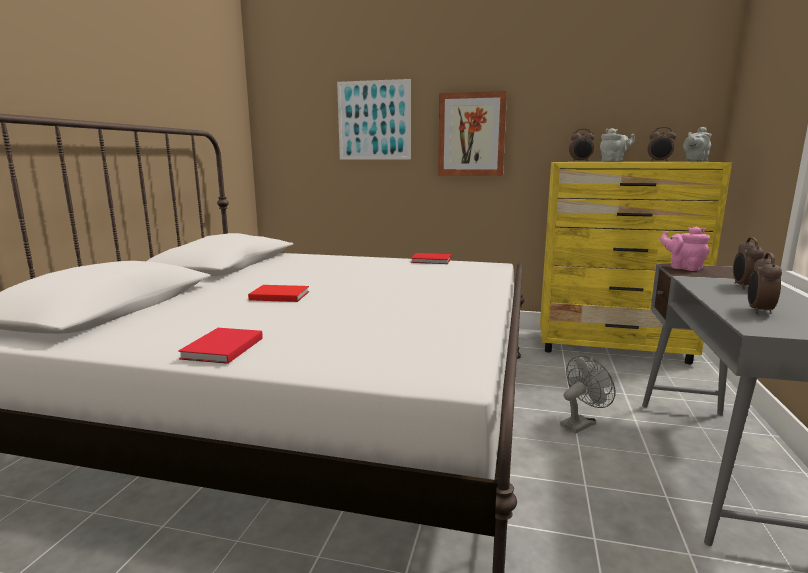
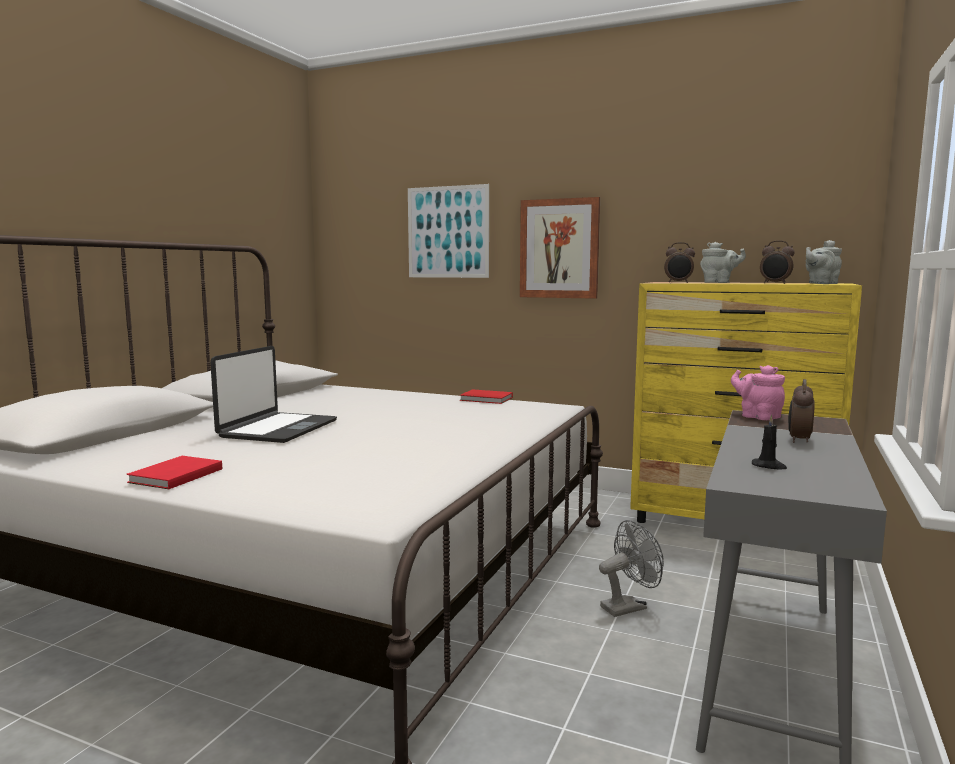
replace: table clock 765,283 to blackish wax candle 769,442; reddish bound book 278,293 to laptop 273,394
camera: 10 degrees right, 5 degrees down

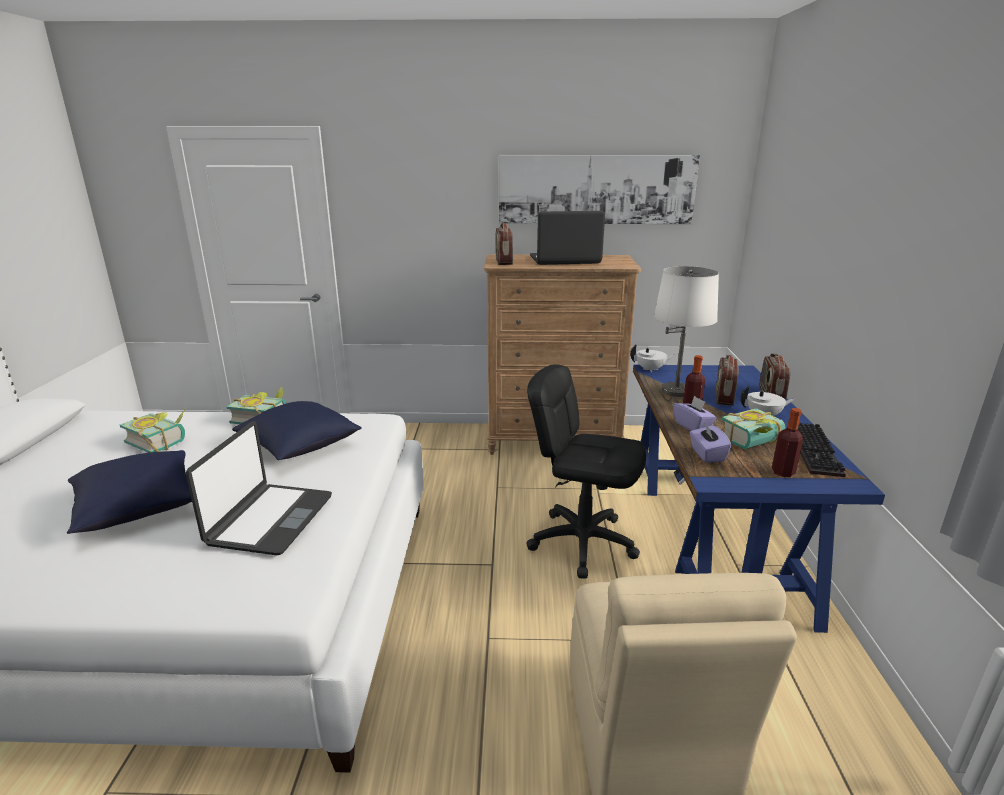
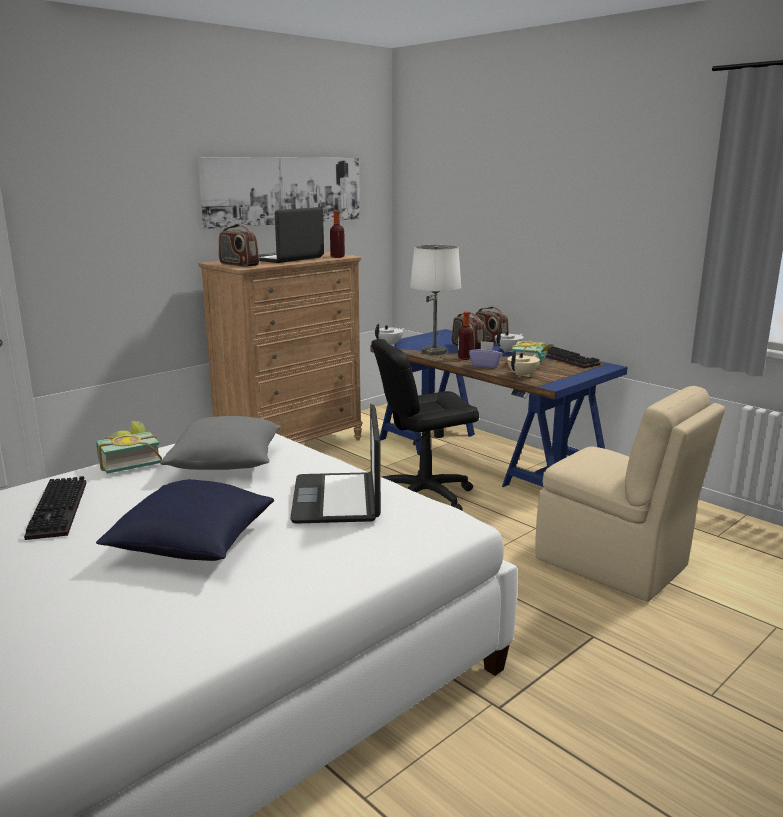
move: beverage bottle 787,442 to 337,234
replace: bound book 153,431 to keyboard 55,508; purple-coloured tissue box 710,443 to beige-coloured teapot 523,364
recolor: blue cushion 297,430 to gray cushion 220,443
rotate: laptop 259,488 = 335,464 150 degrees counterclockwise
camera: 45 degrees left, 5 degrees down

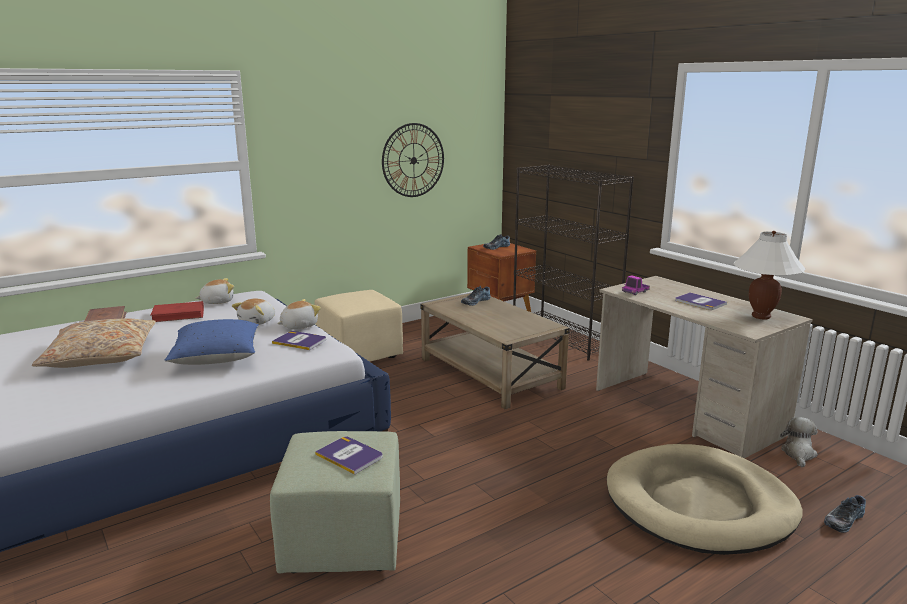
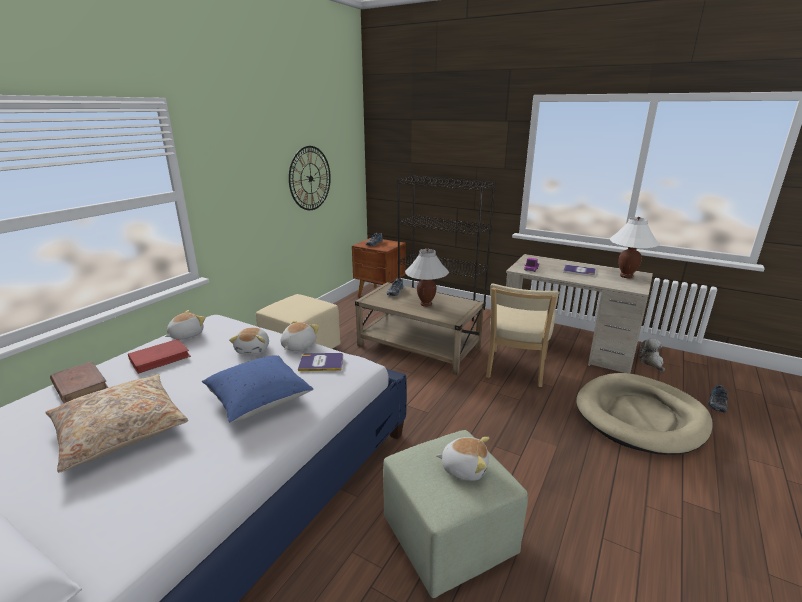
insert: white-coloured tabletop lamp 427,278; beige-coloured chair 522,335
replace: bound book 349,456 to soft toy 463,459
camera: 25 degrees left, 5 degrees up

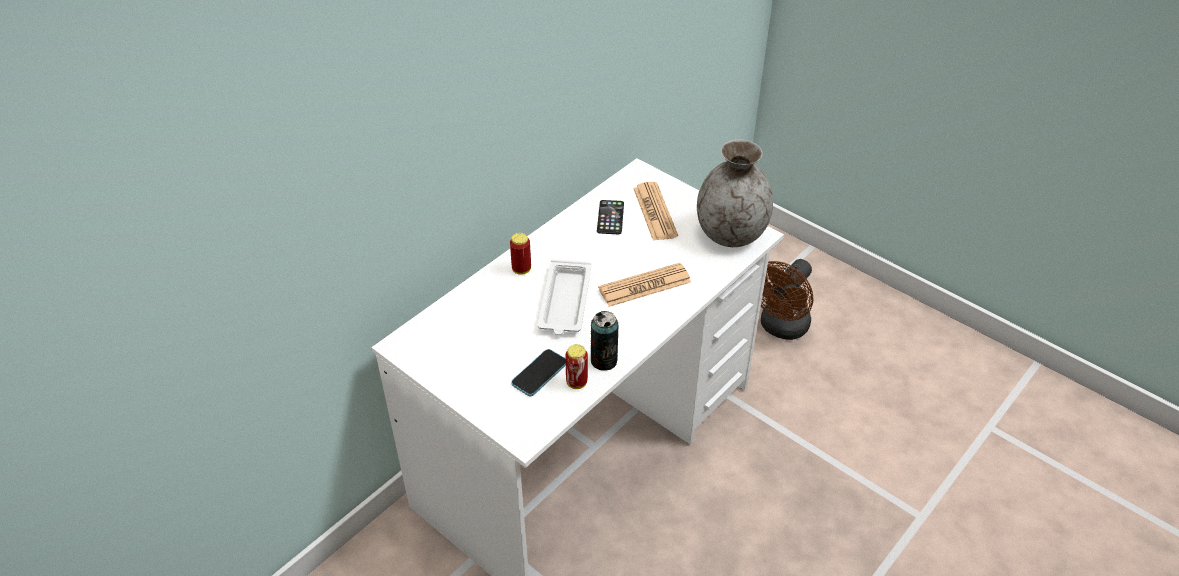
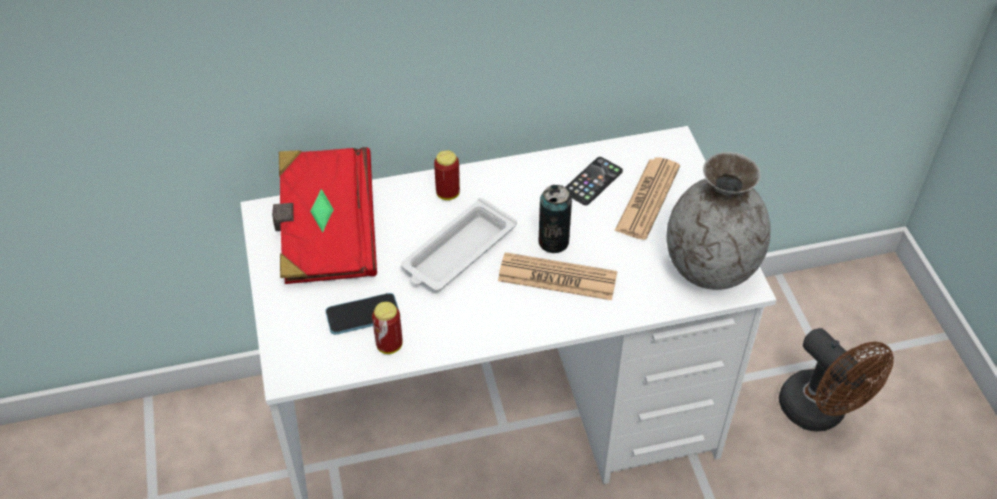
insert: reddish bound book 324,215
move: can 604,341 to 555,219
rotate: brown-coloured electric fan 787,299 = 836,379 105 degrees counterclockwise
camera: 35 degrees right, 5 degrees up

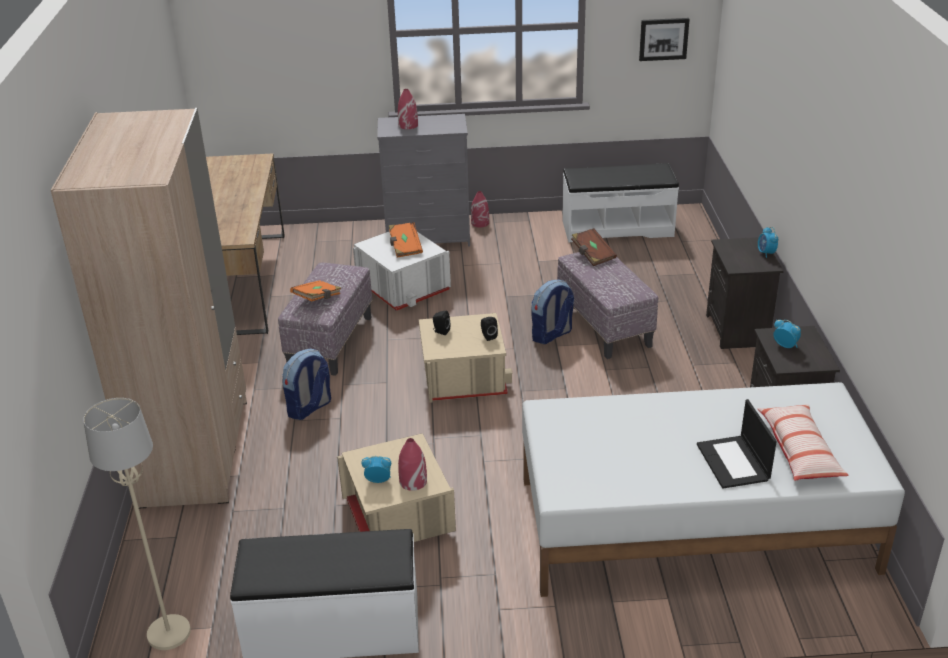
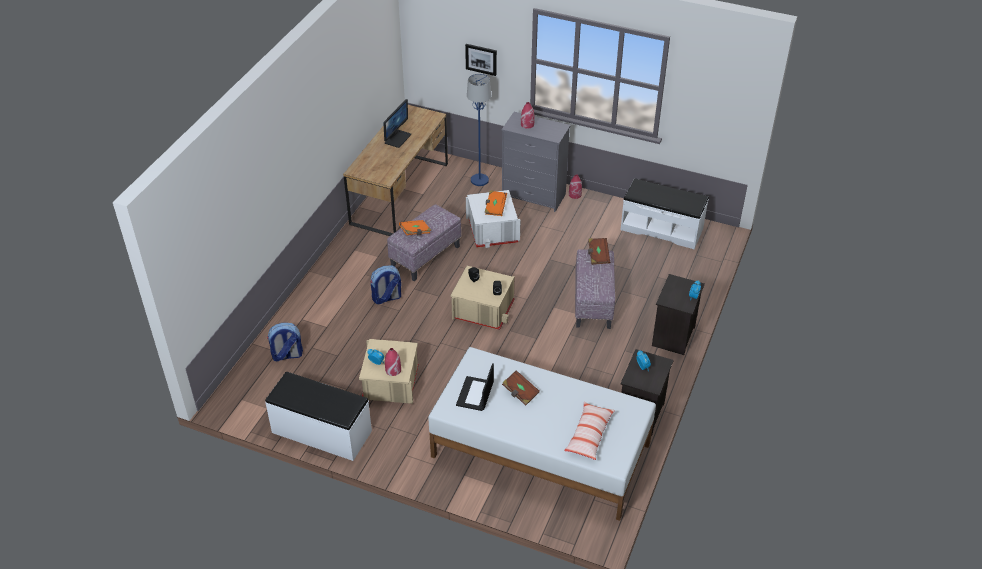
delete: beige-coloured wardrobe 149,308; beige-coloured standing lamp 137,524
insert: blue standing lamp 479,130; computer display 397,123; brown-coloured bound book 521,388
move: picture 664,39 to 481,60; backpack 552,312 to 285,342; laptop 737,444 to 475,387
camera: 25 degrees right, 10 degrees up

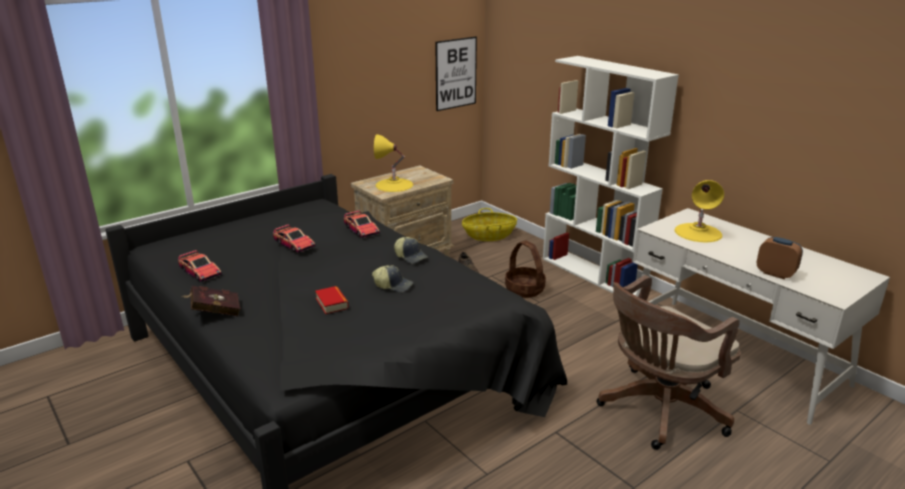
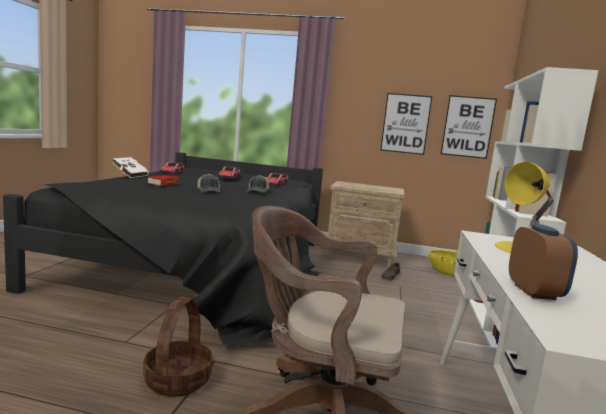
delete: yellowish tabletop lamp 393,163
insert: picture 406,124
move: storage basket 525,269 to 178,347
recolor: reddish bound book 211,301 to white-coloured bound book 131,167
camera: 50 degrees right, 15 degrees down

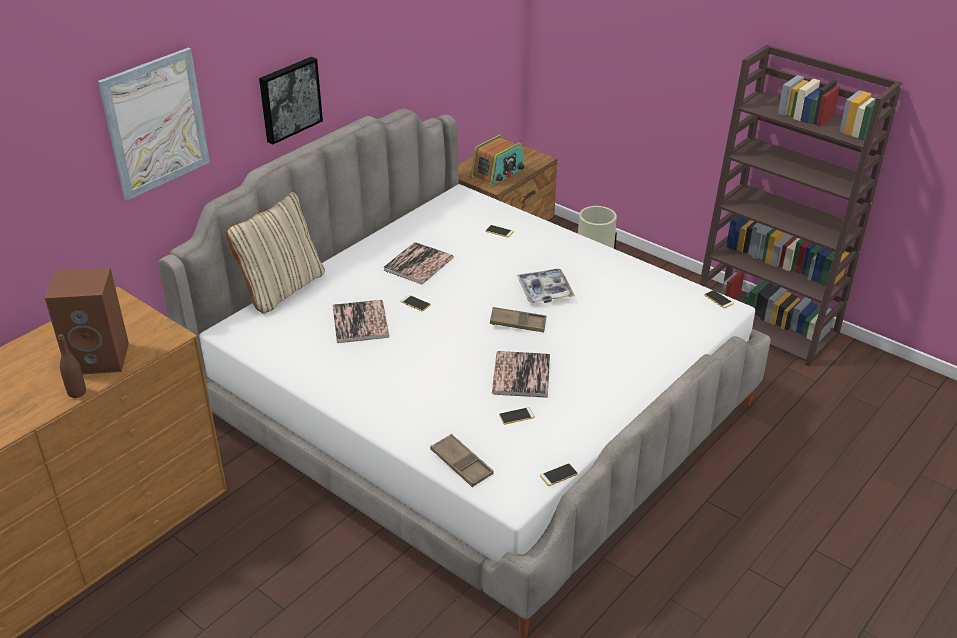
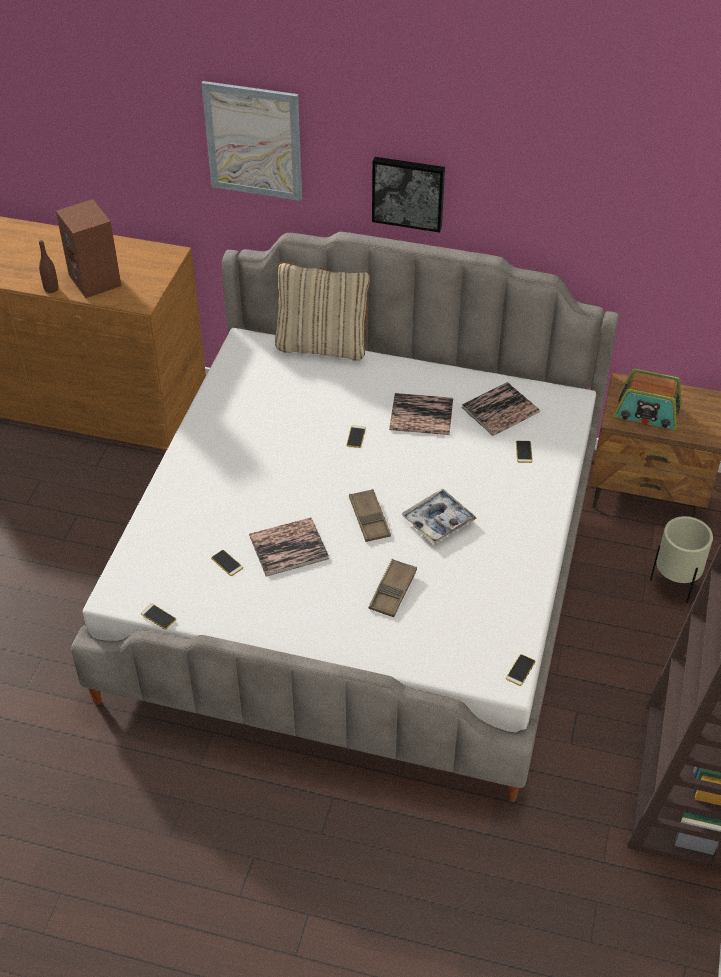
move: bound book 361,321 to 501,409; brown-coloured tray 462,460 to 392,588
camera: 65 degrees right, 10 degrees up

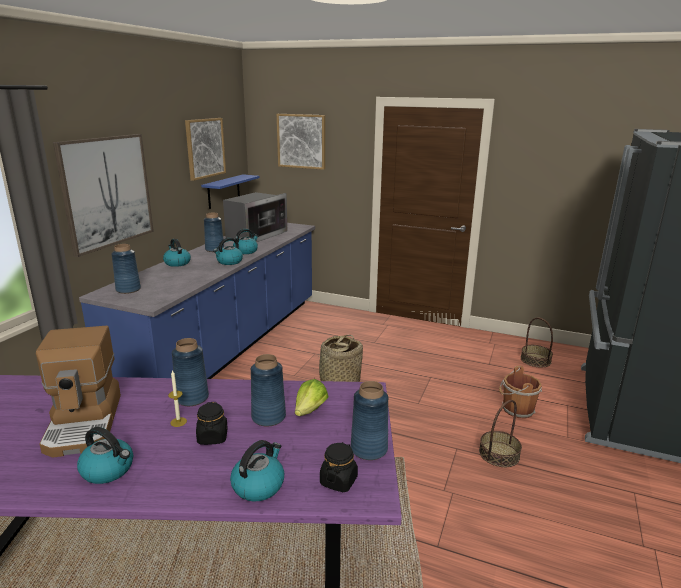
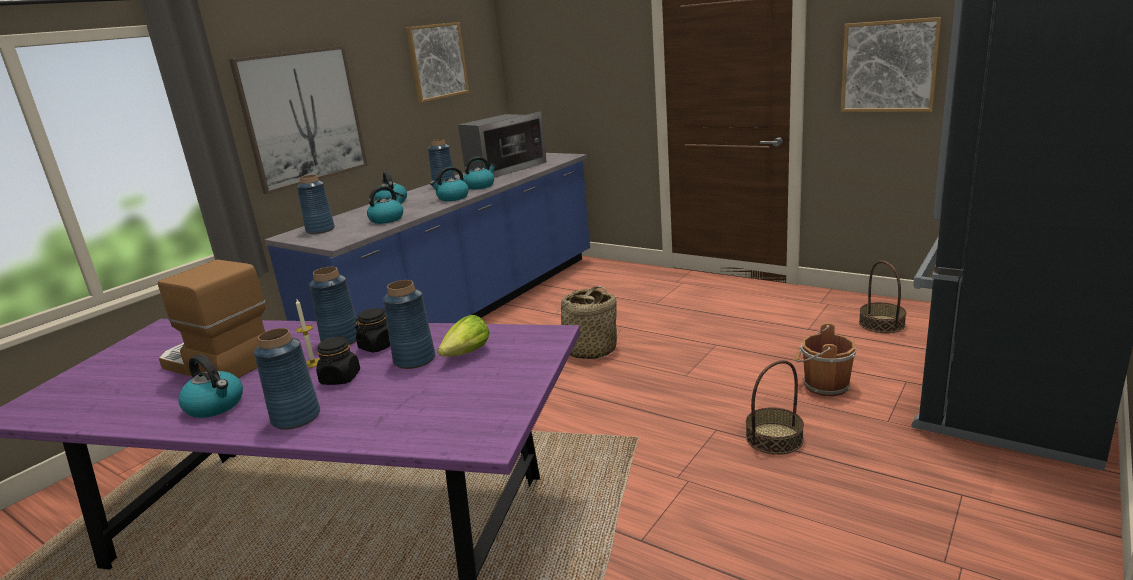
delete: blue wall shelf 230,191
move: picture 301,142 to 891,64; blue decorative vase 370,420 to 287,379; tea kettle 257,470 to 385,205; blackish preserve jar 339,467 to 372,330
rotate: coffee brewer 78,392 = 212,319 120 degrees clockwise
camera: 15 degrees right, 0 degrees up

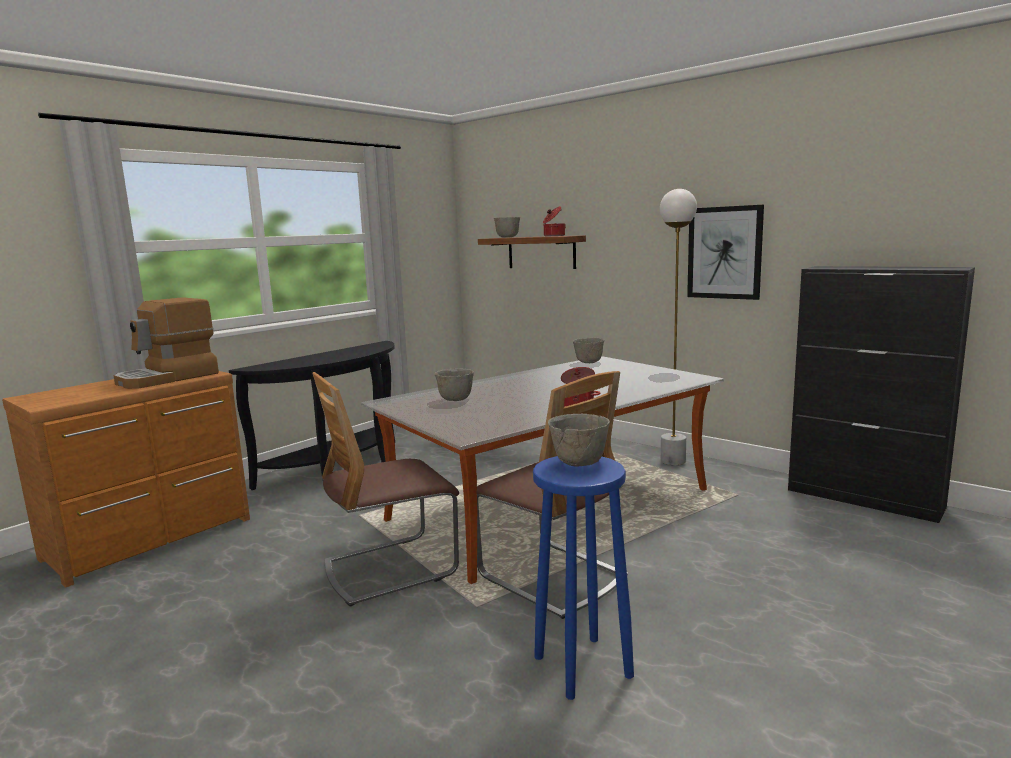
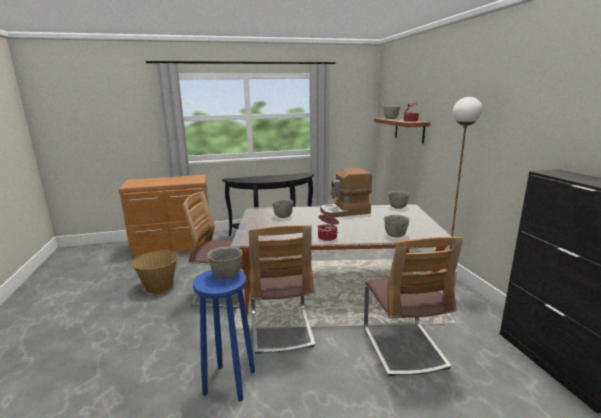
delete: picture 725,252
insert: gray serving bowl 397,226; chair 413,306; storage basket 155,272
move: coffee brewer 166,343 to 346,192
camera: 35 degrees right, 5 degrees up

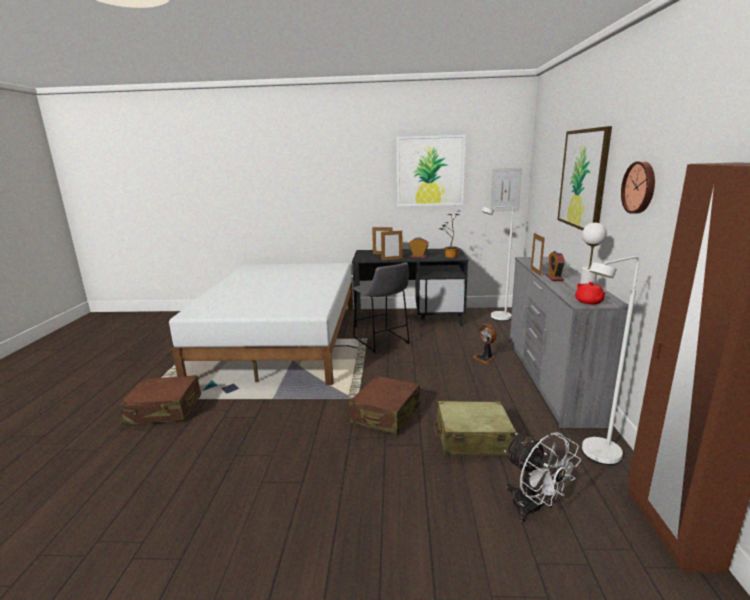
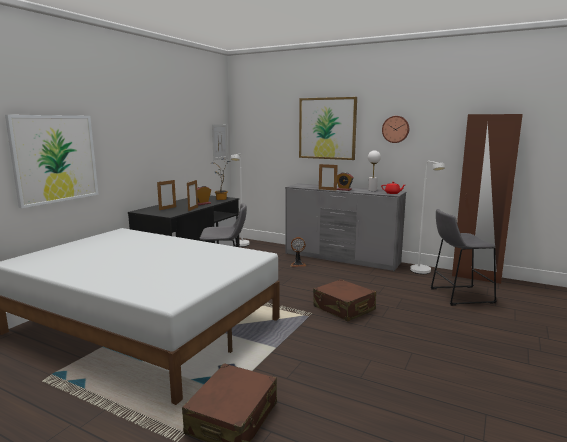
delete: beige-coloured piece of luggage 475,428
move: picture 431,170 to 52,161
replace: white-coloured electric fan 542,477 to gray stool 464,257
camera: 65 degrees left, 5 degrees down

